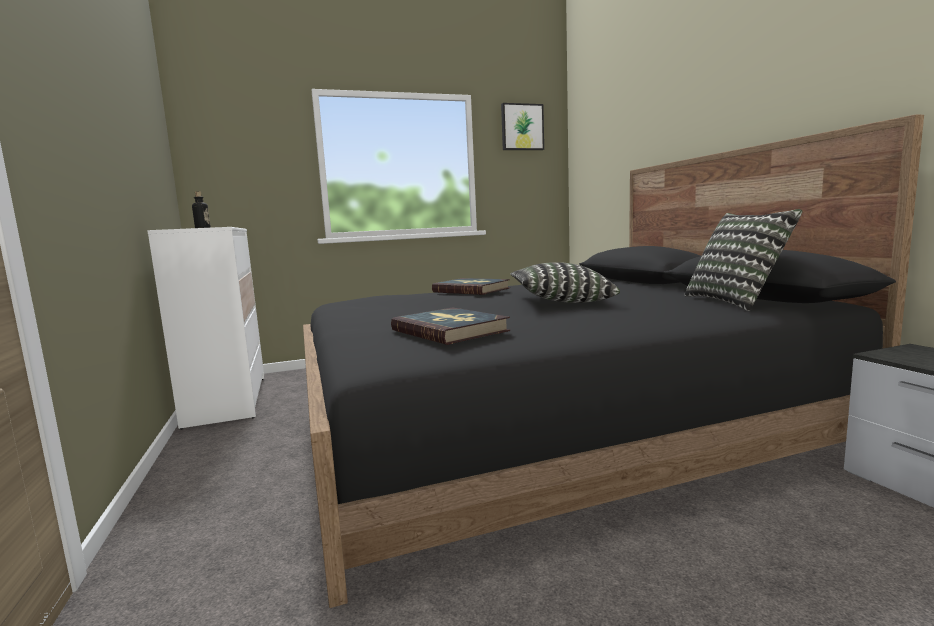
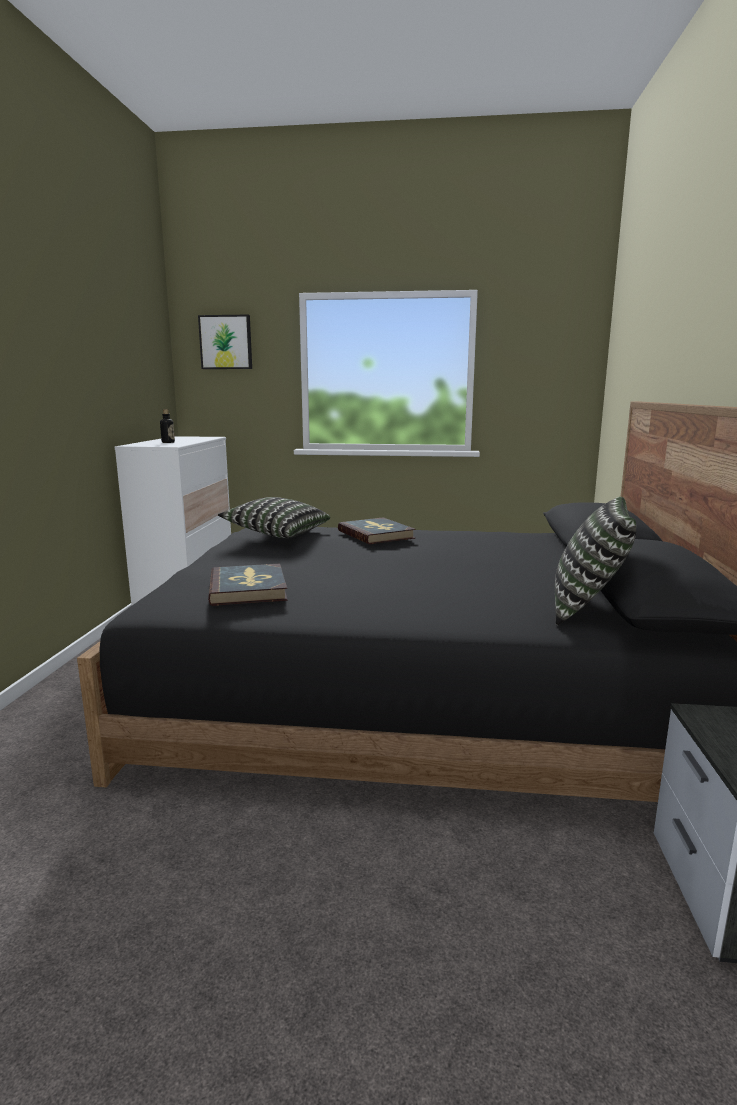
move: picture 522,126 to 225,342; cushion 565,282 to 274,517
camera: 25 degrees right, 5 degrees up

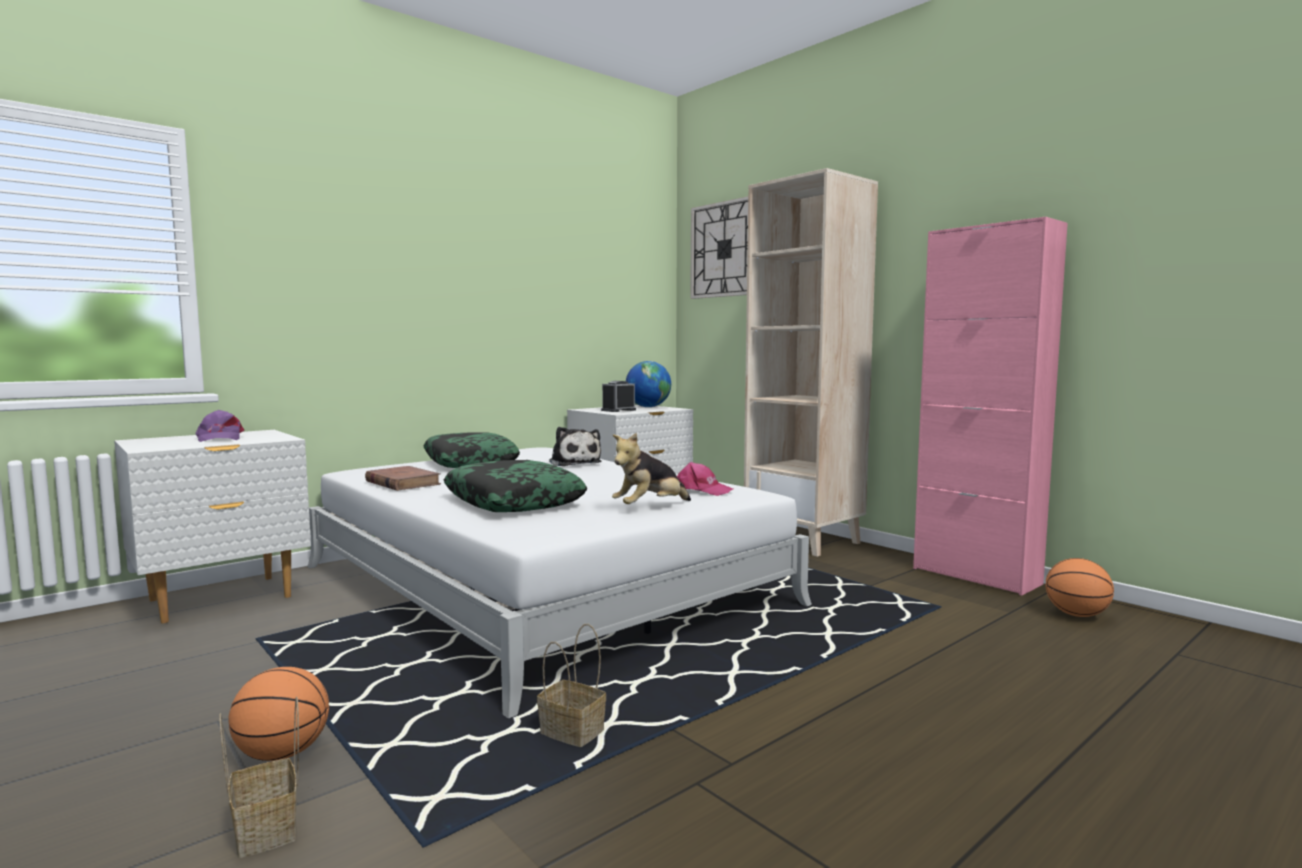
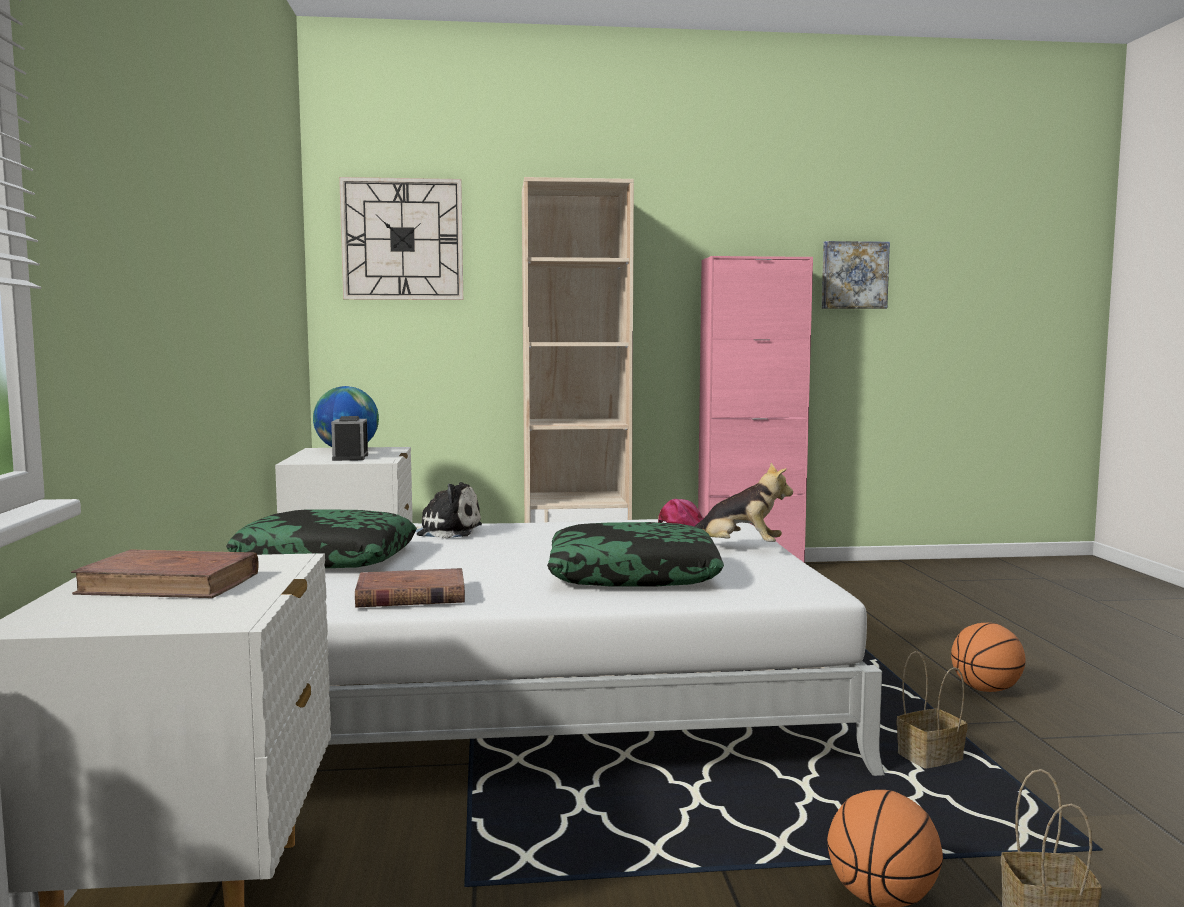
insert: picture 856,275
move: ball for basketball 1079,587 to 988,657
replace: purple-coloured baseball cap 220,426 to brown-coloured bound book 165,573
rotate: soft toy 651,468 = 743,502 75 degrees counterclockwise
camera: 55 degrees left, 0 degrees up

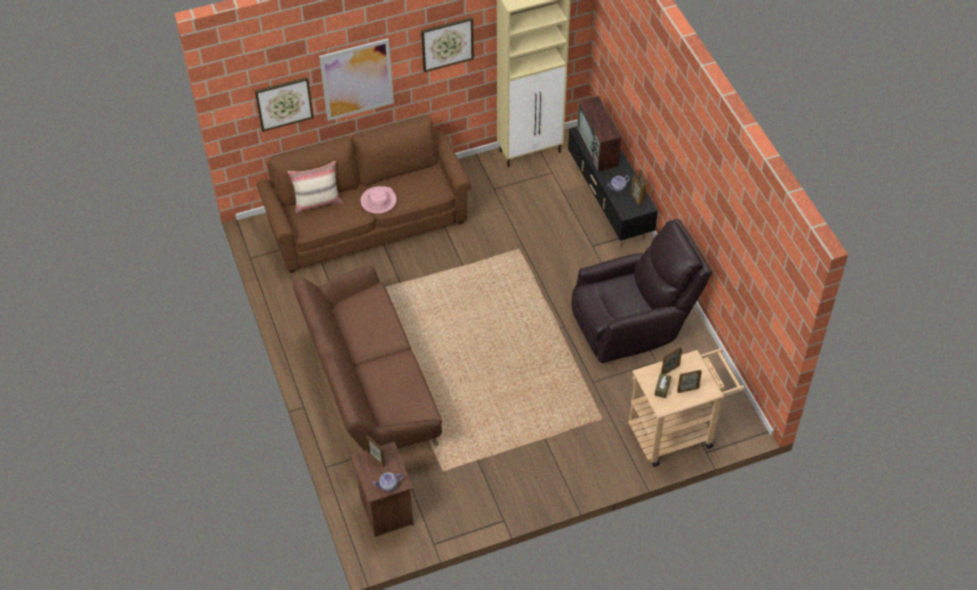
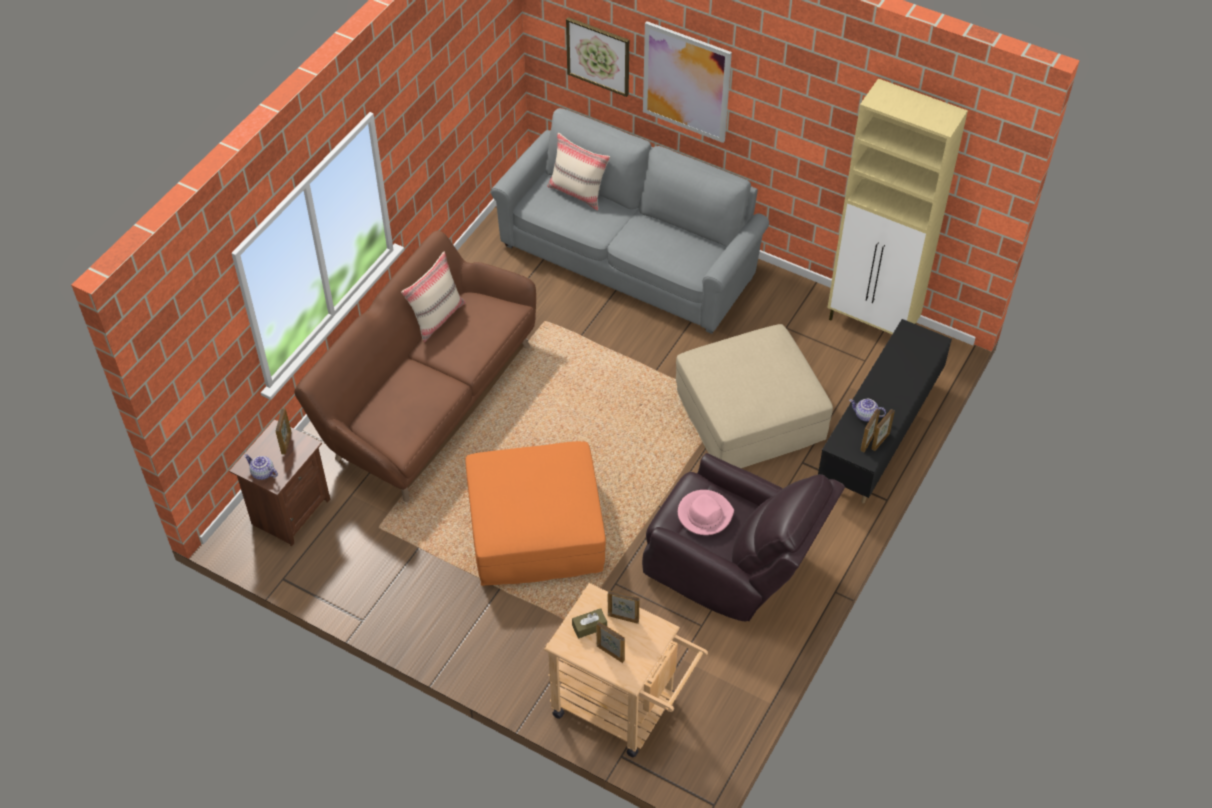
delete: picture 447,44; TV set 599,134
insert: beige-coloured cushion 433,297; beige-coloured pouffe 754,396; orange-coloured pouffe 535,513
move: pink-coloured wearable hat 379,200 to 706,512
recolor: brown-coloured sofa 364,194 to gray sofa 630,221
camera: 50 degrees right, 0 degrees up

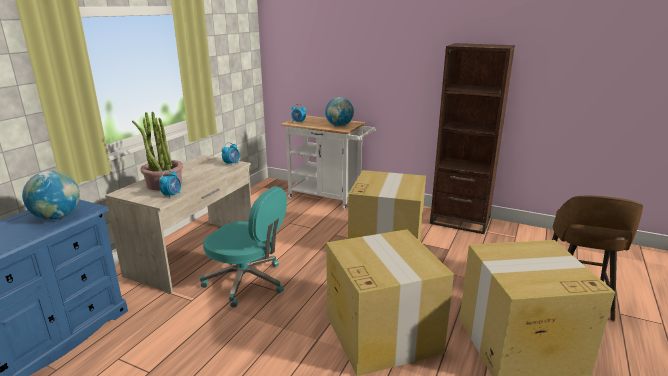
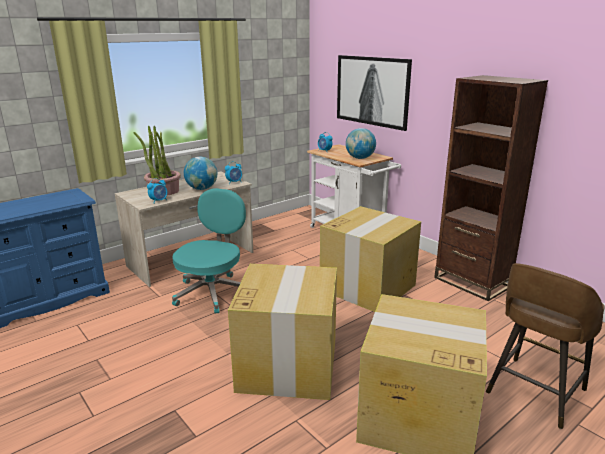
insert: picture 374,93
move: desk globe 51,195 to 200,173
rotate: turquoise office chair 243,247 = 209,251 120 degrees counterclockwise
camera: 25 degrees right, 0 degrees up

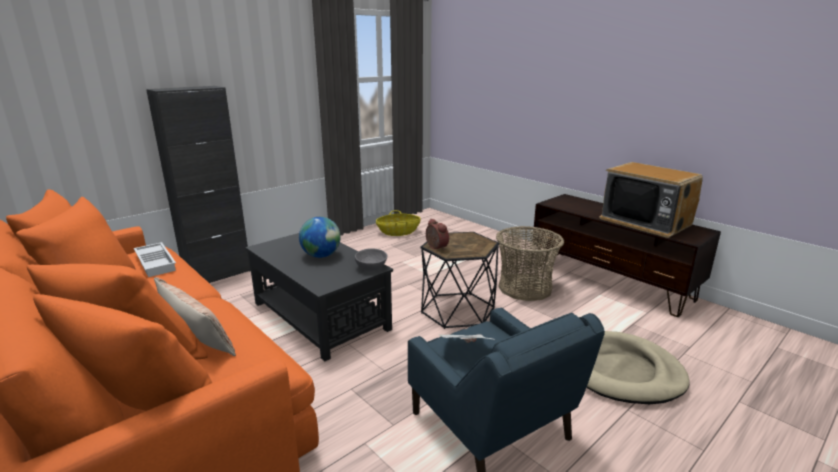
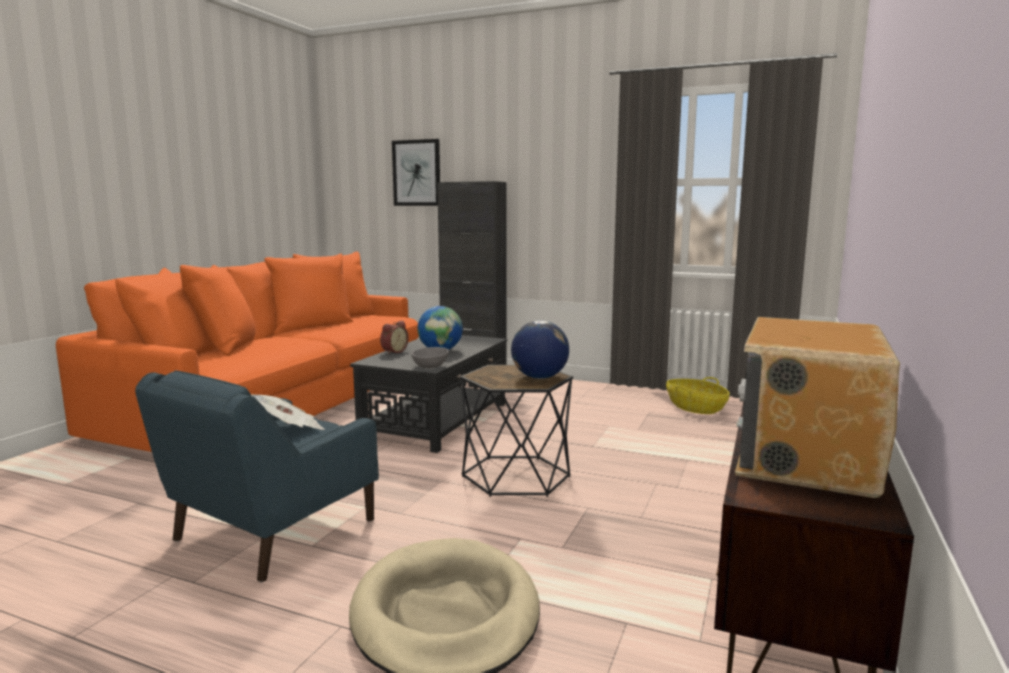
delete: storage basket 530,263; white-coloured tray 155,259; cushion 195,316
insert: picture 416,172; desk globe 540,349
move: table clock 437,234 to 394,337
camera: 65 degrees right, 10 degrees down

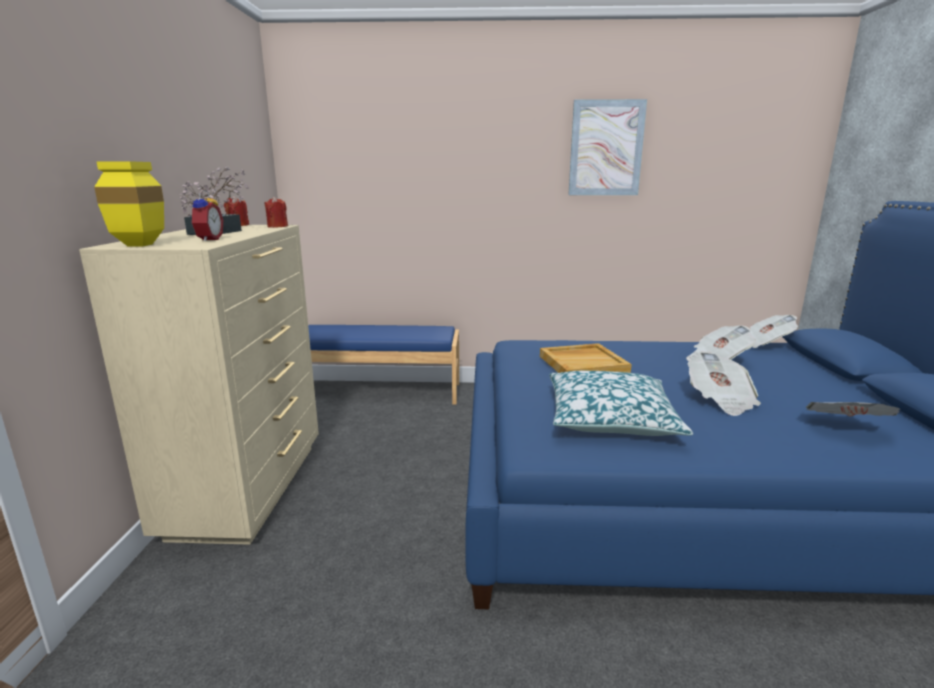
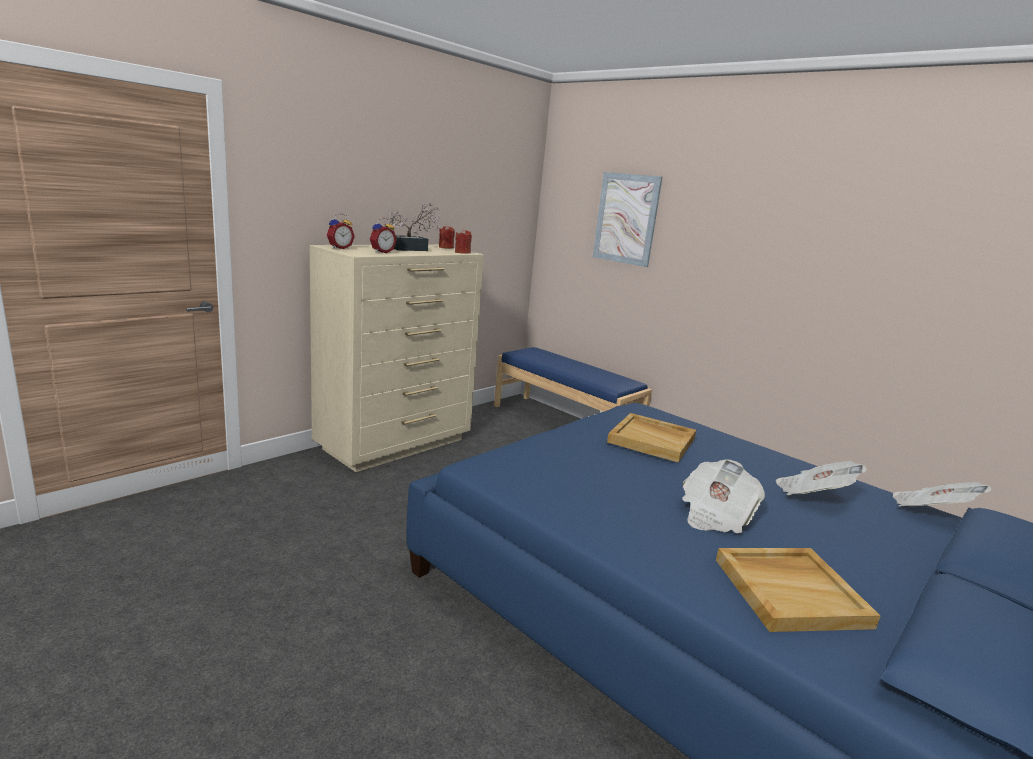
delete: cushion 621,403
move: picture 607,147 to 628,219
replace: yellowish decorative vase 129,203 to table clock 341,231; daily paper 853,409 to beige-coloured tray 798,590
camera: 40 degrees right, 0 degrees up

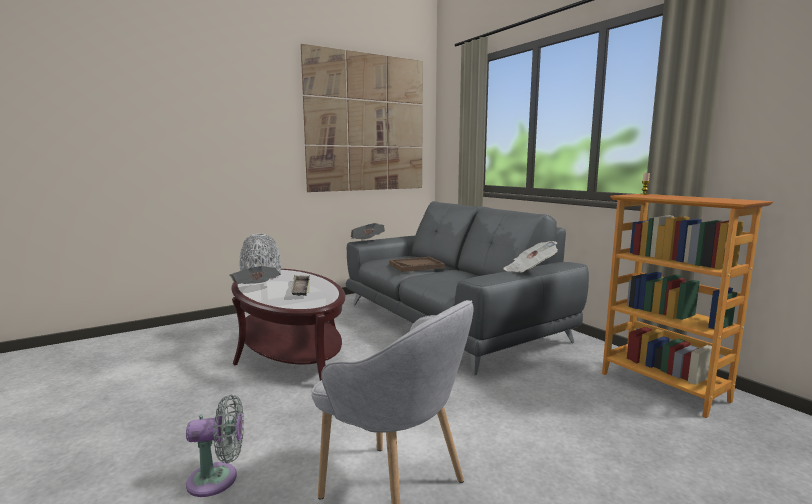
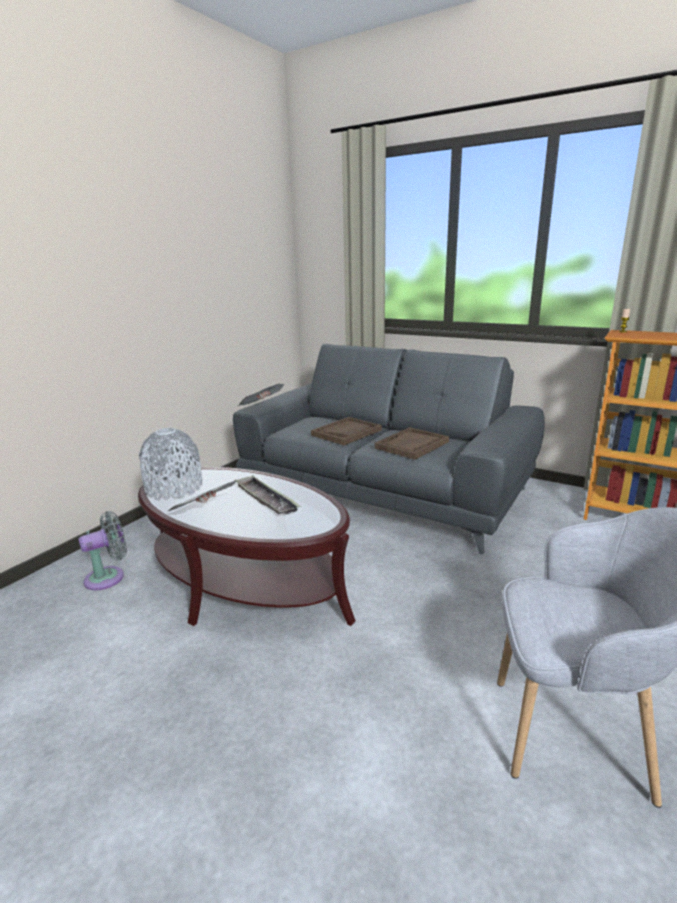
delete: picture 362,118; daily paper 530,257
insert: brown-coloured tray 412,443
move: gray electric fan 215,446 to 102,550
camera: 25 degrees left, 10 degrees up

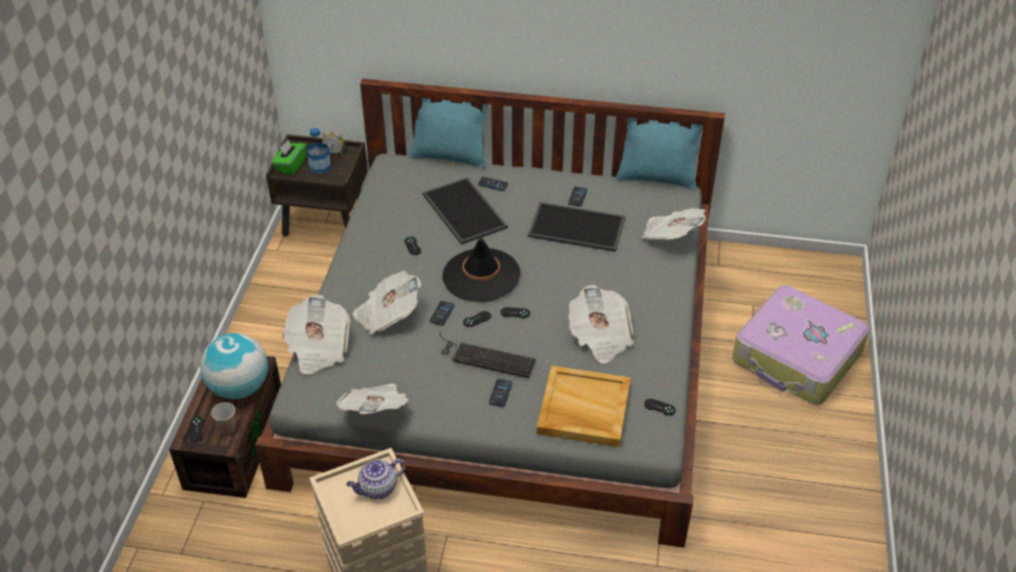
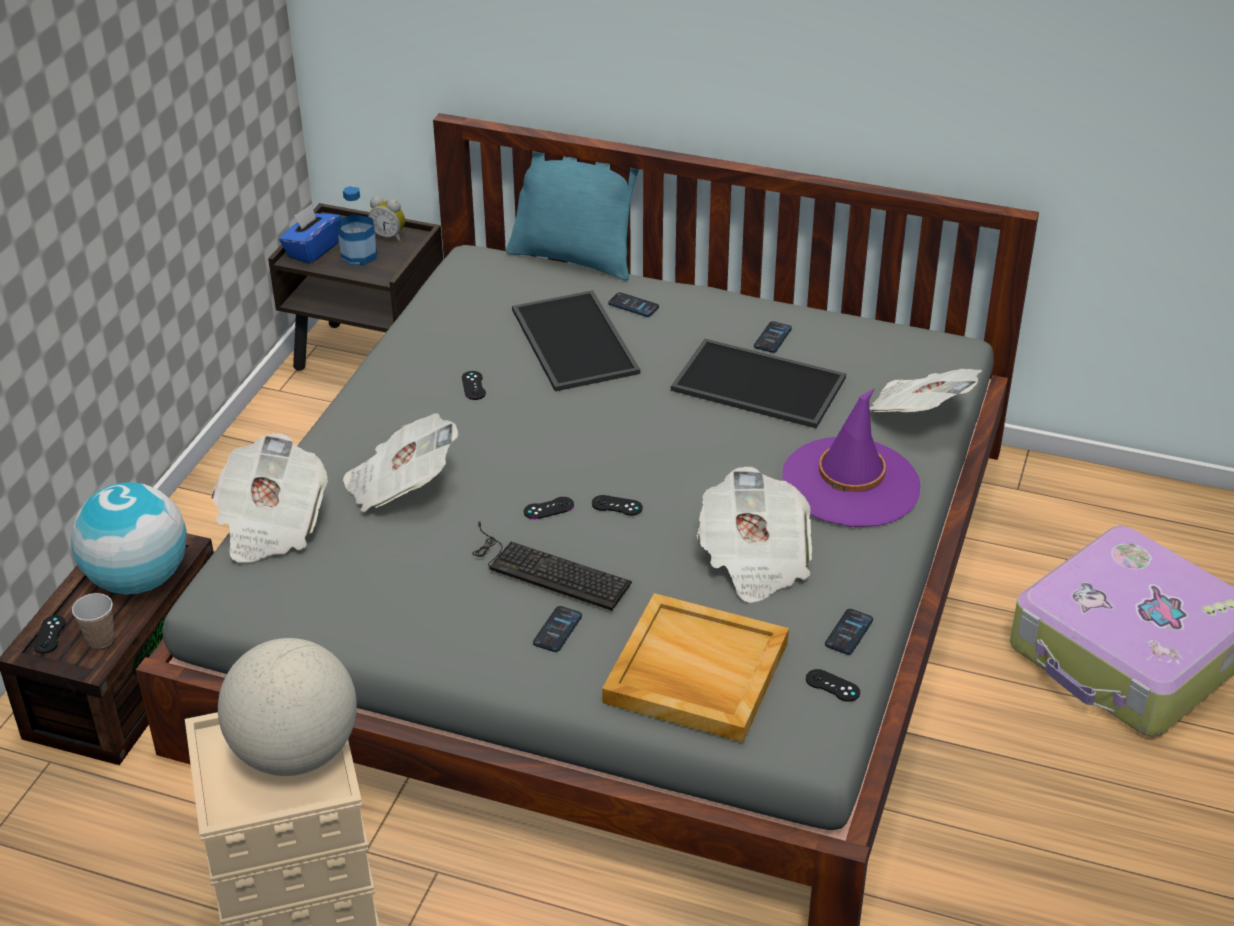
delete: turquoise cushion 659,154; blackish wearable hat 481,270; daily paper 373,399
insert: purple-coloured wearable hat 851,457
move: phone 442,313 to 849,632
replace: teapot 376,479 to desk globe 287,707
recolor: green tissue box 289,158 to blue tissue box 310,234
camera: 10 degrees right, 5 degrees down

